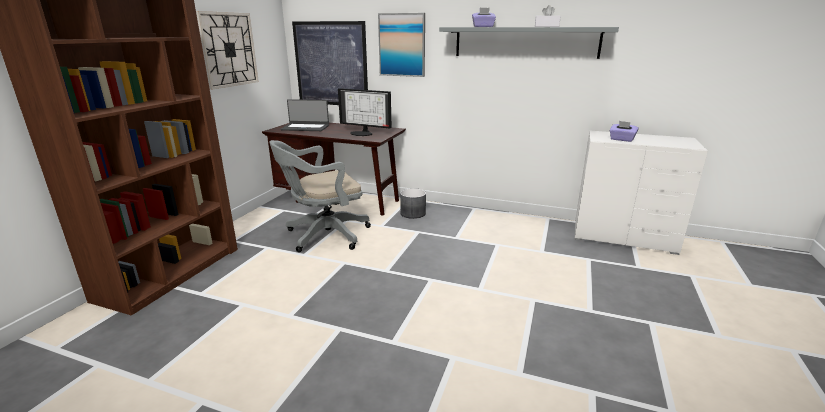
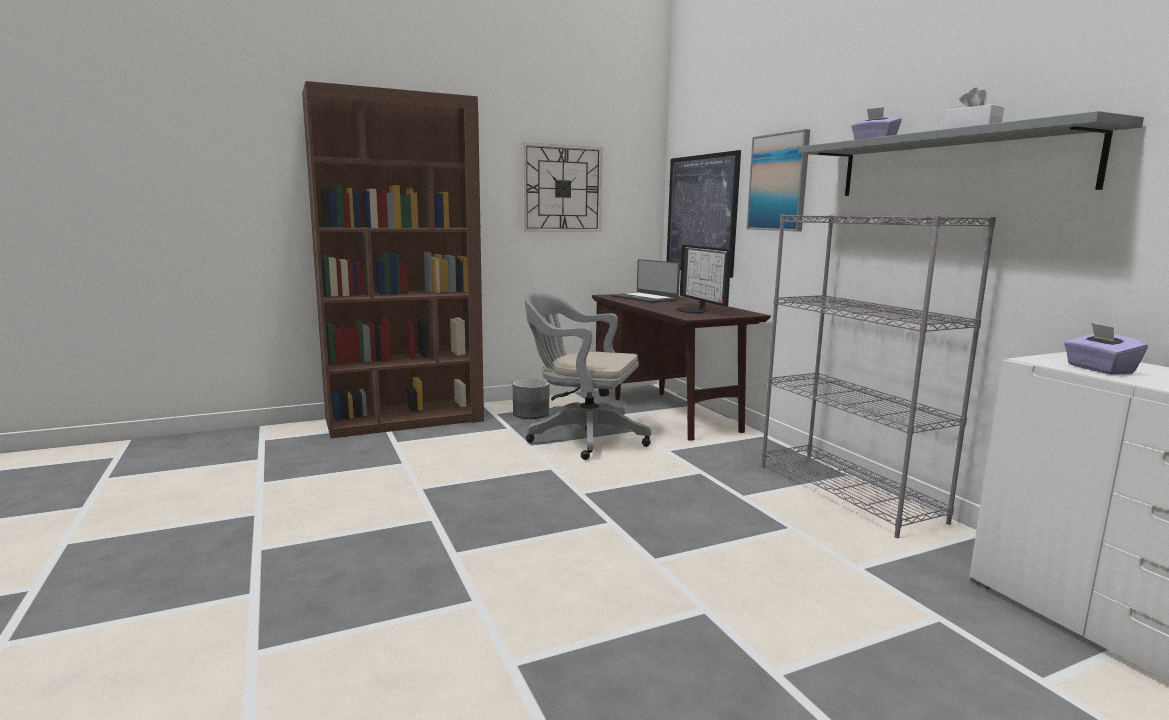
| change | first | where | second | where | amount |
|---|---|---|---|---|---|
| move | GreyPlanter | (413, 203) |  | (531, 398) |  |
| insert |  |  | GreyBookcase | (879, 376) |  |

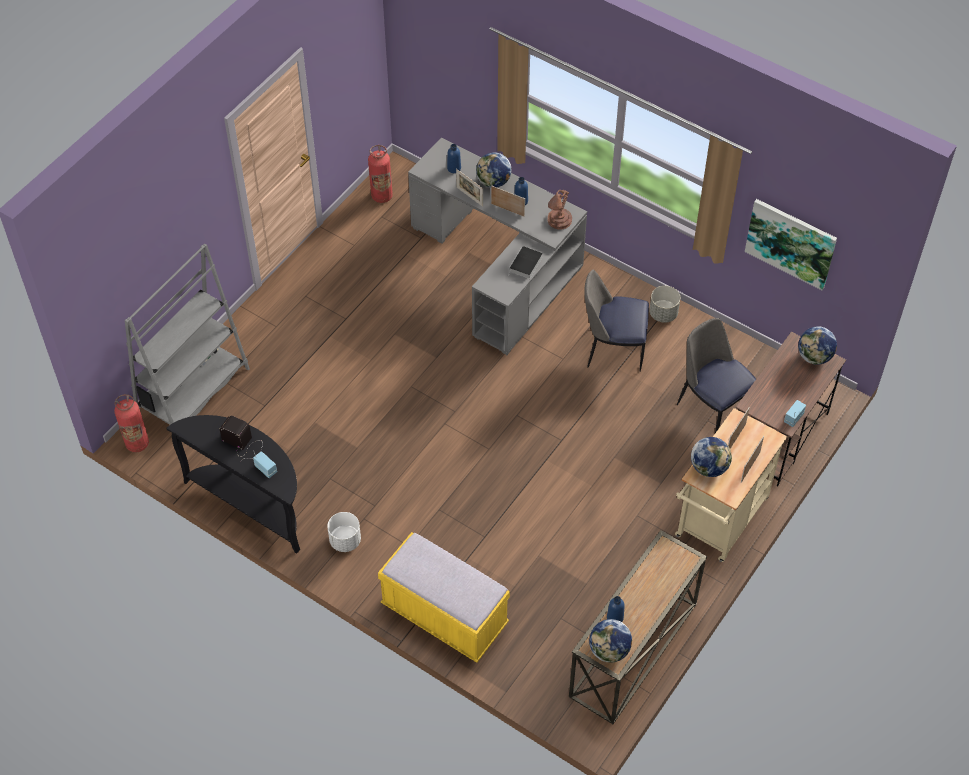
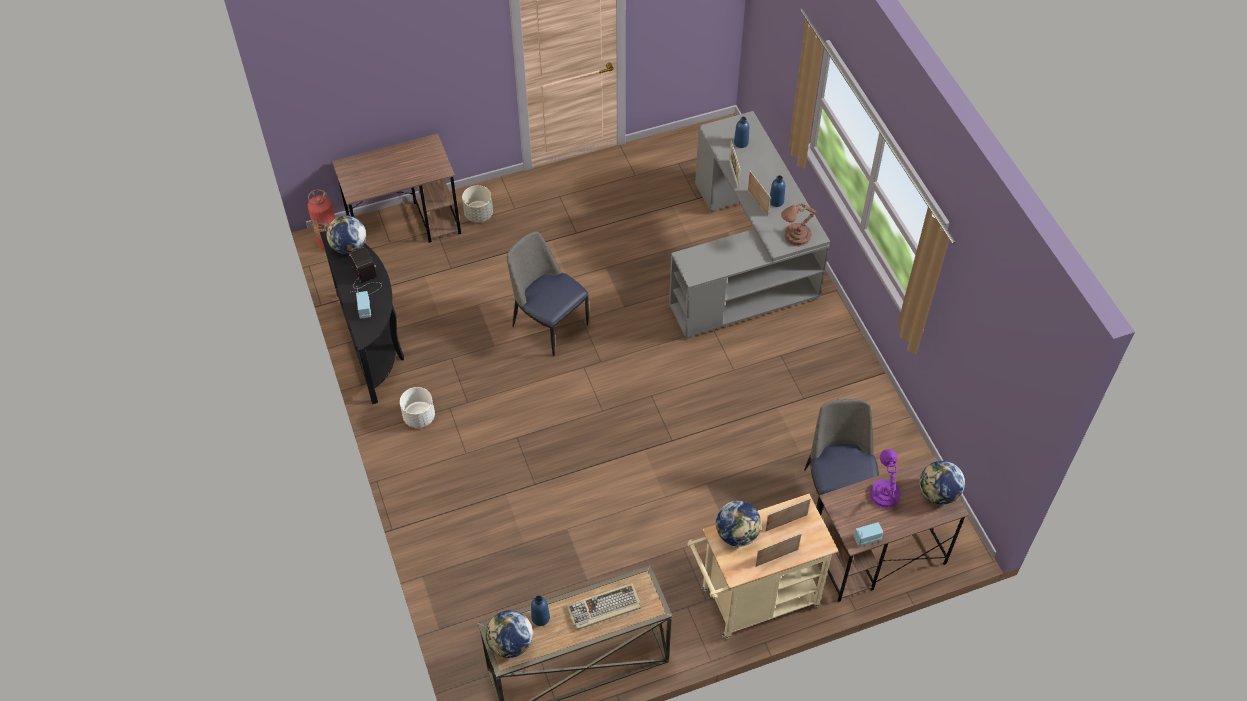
| change | first | where | second | where | amount |
|---|---|---|---|---|---|
| replace | GreyBookcase | (187, 334) | BrownDesk | (396, 188) |  |
| delete | FireExtinguisher | (380, 174) |  |  |  |
| delete | YellowBench | (444, 597) |  |  |  |
| move | Globe | (493, 170) |  | (346, 234) |  |
| delete | Book | (525, 262) |  |  |  |
| move | Chair | (616, 320) |  | (547, 294) |  |
| move | GreyPlanter | (664, 304) |  | (477, 204) |  |
| delete | Picture | (791, 244) |  |  |  |
| insert |  |  | Keyboard | (603, 606) |  |
| insert |  |  | PurpleTableLamp | (885, 478) |  |

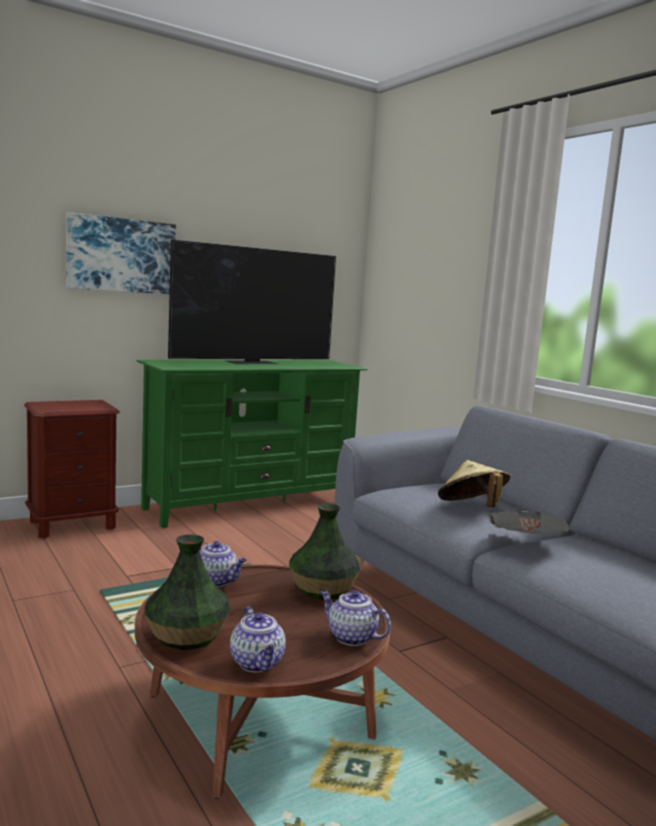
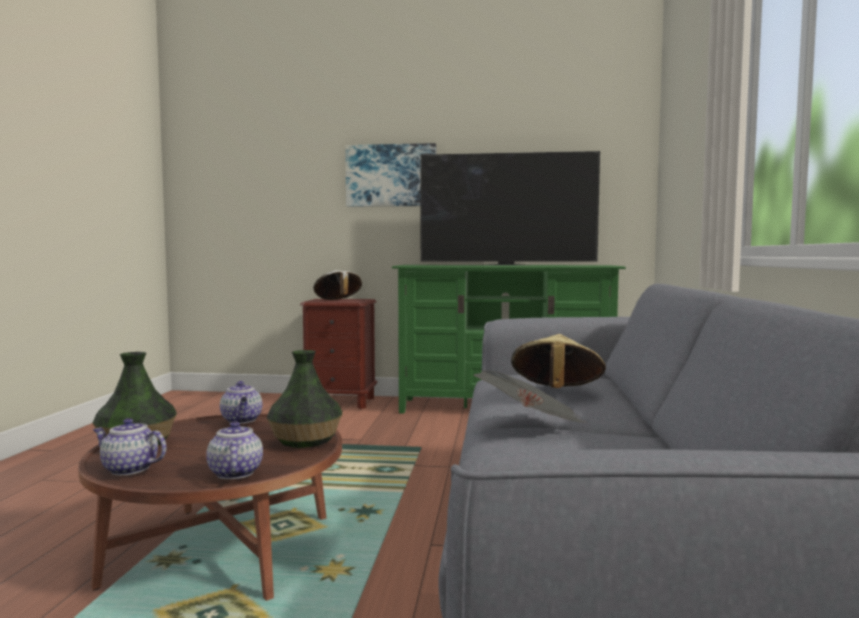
| change | first | where | second | where | amount |
|---|---|---|---|---|---|
| rotate | Teapot | (258, 640) |  | (129, 446) | 90 degrees clockwise |
| insert |  |  | WhiteHat | (338, 285) |  |

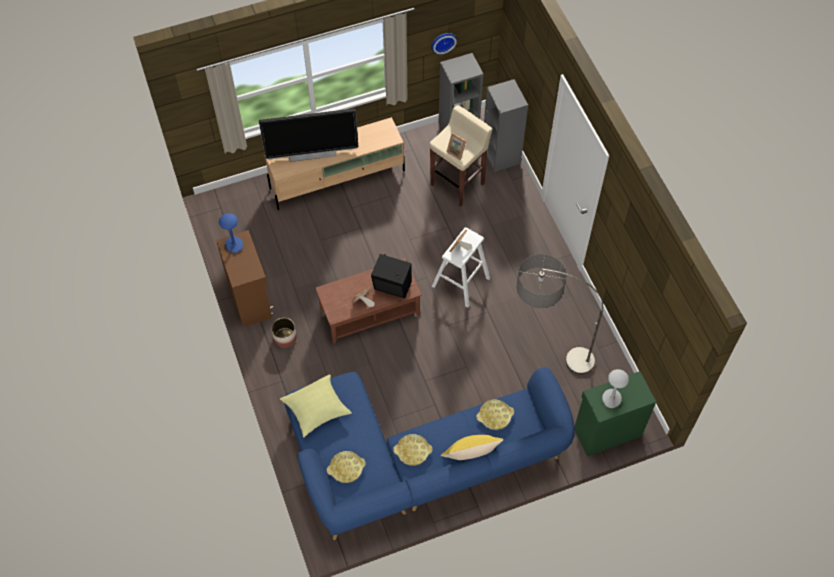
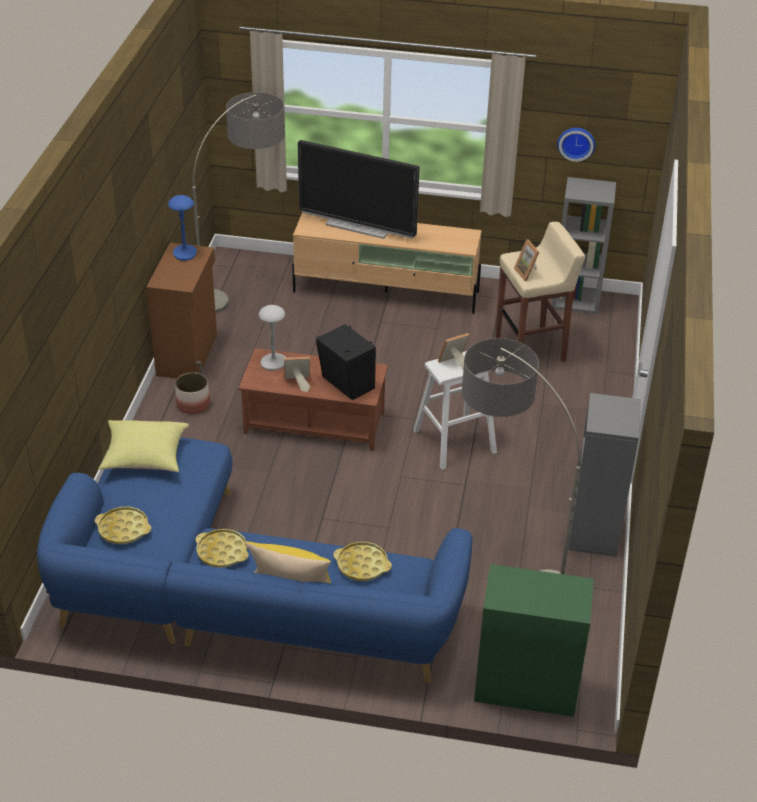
| change | first | where | second | where | amount |
|---|---|---|---|---|---|
| move | GreyBookcase | (506, 125) |  | (604, 475) |  |
| move | GreyTableLamp | (615, 388) |  | (272, 338) |  |
| insert |  |  | FloorLamp | (238, 202) |  |

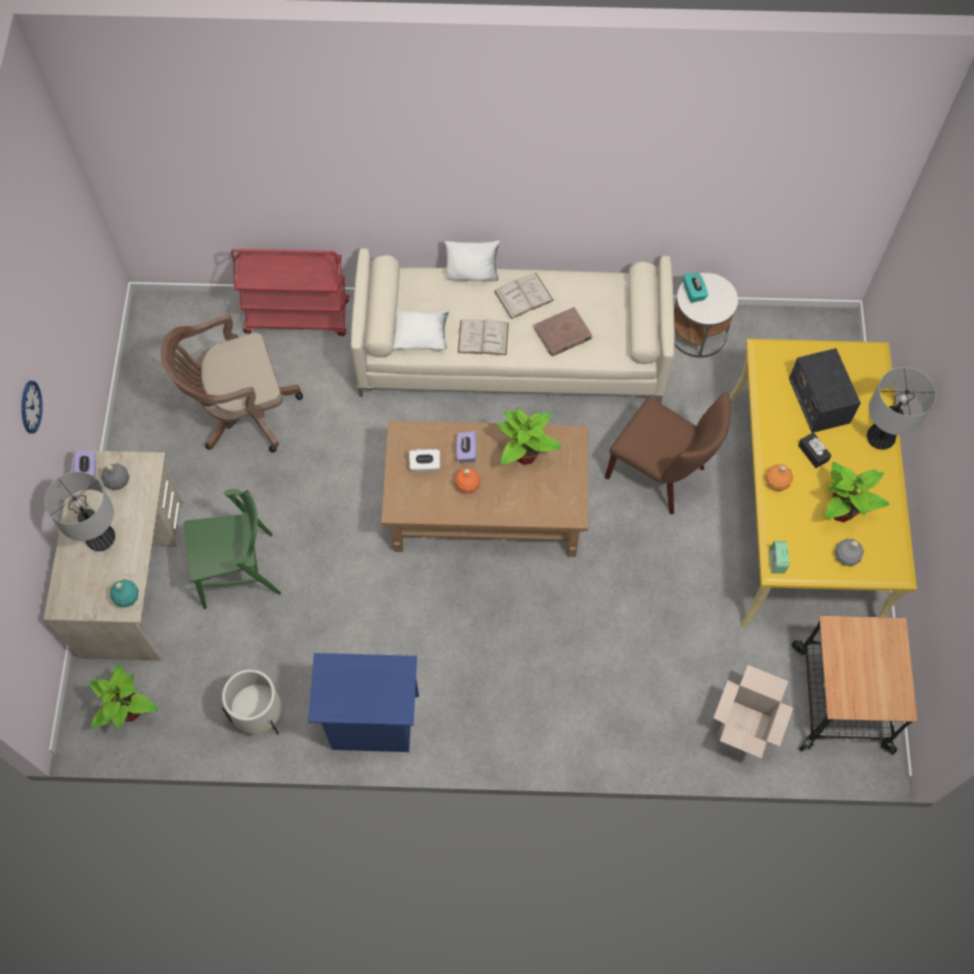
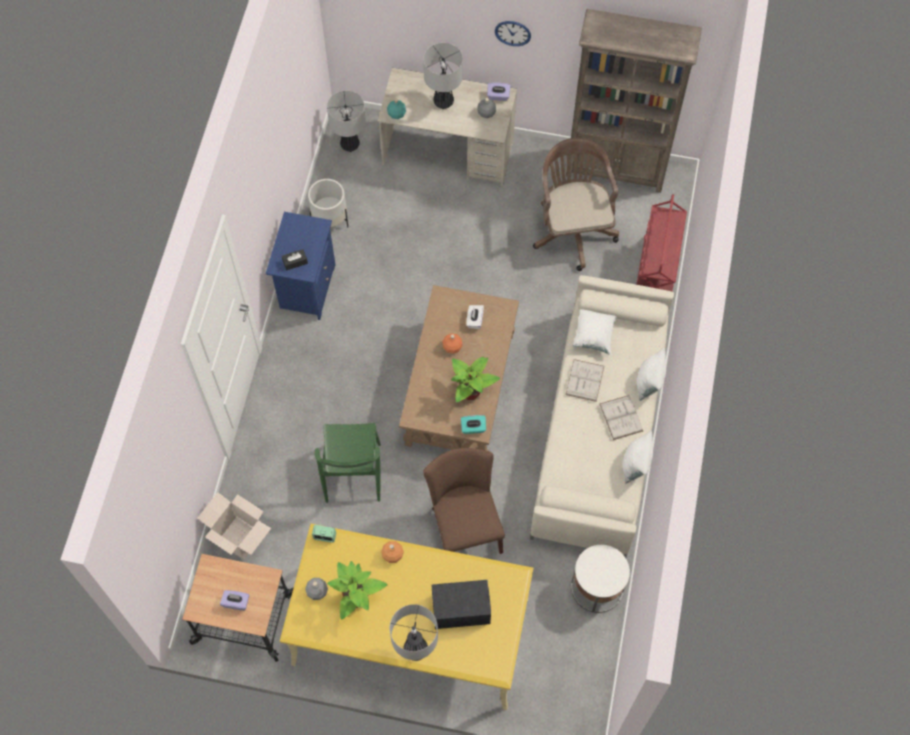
| change | first | where | second | where | amount |
|---|---|---|---|---|---|
| replace | PottedPlant | (123, 696) | TableLamp | (346, 121) |  |
| move | GreenChair | (232, 549) |  | (348, 463) |  |
| move | PurpleTissueBox | (466, 446) |  | (234, 600) |  |
| delete | BrownBook | (563, 331) |  |  |  |
| rotate | BrownChair | (668, 453) |  | (464, 501) | 120 degrees clockwise |
| move | TurquoiseTissueBox | (695, 288) |  | (473, 424) |  |
| move | BlackTissueBox | (814, 450) |  | (295, 259) |  |
| insert |  |  | BrownBookcase | (634, 101) |  |
| insert |  |  | WhitePillow | (638, 457) |  |

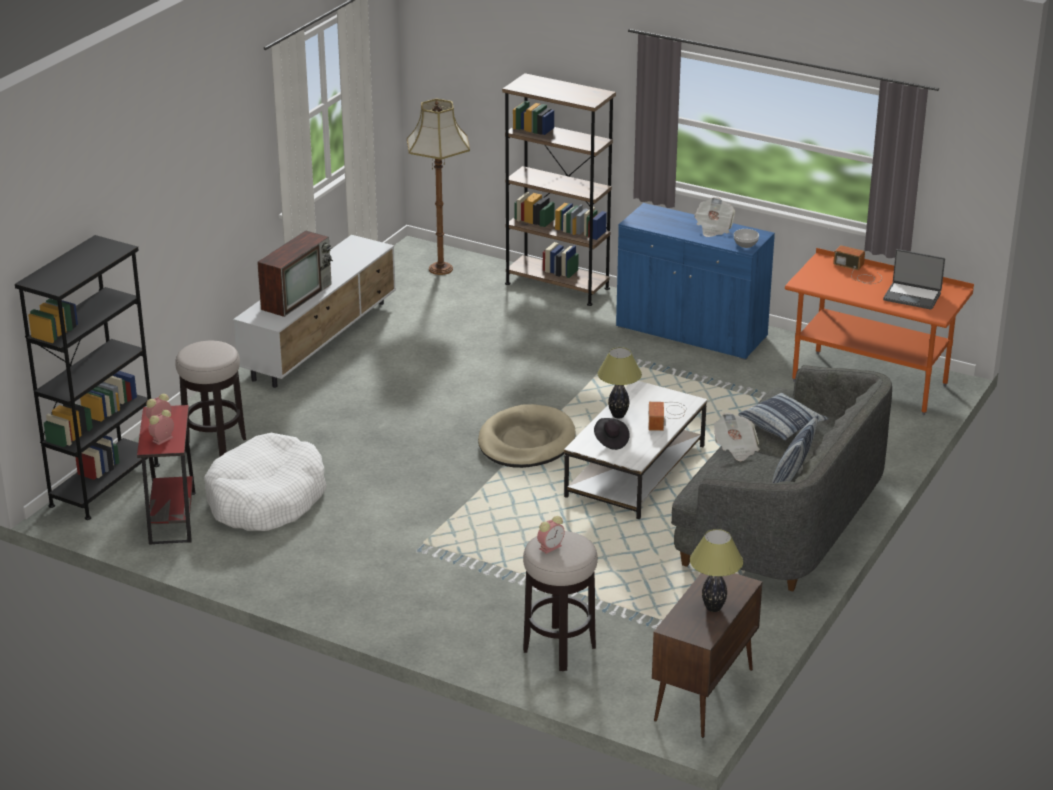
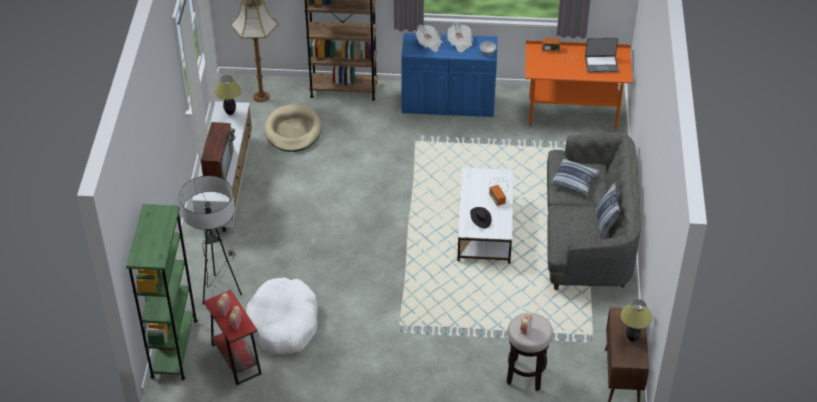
| change | first | where | second | where | amount |
|---|---|---|---|---|---|
| recolor | BlackBookcase | (87, 377) | GreenBookcase | (162, 292) |  |
| replace | Stool | (210, 399) | FloorLamp | (210, 240) |  |
| move | BeigeDogBed | (527, 436) |  | (292, 128) |  |
| move | TableLamp | (619, 383) |  | (227, 95) |  |
| move | Newspaper | (737, 437) |  | (429, 38) |  |

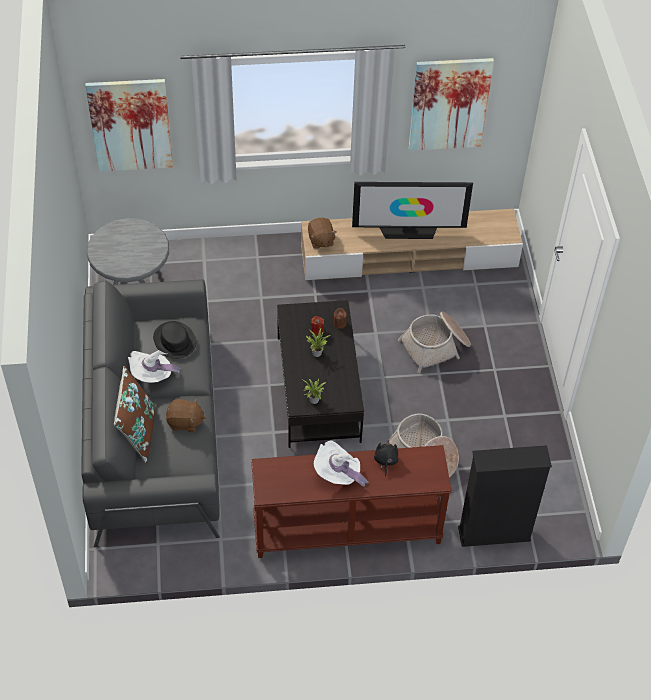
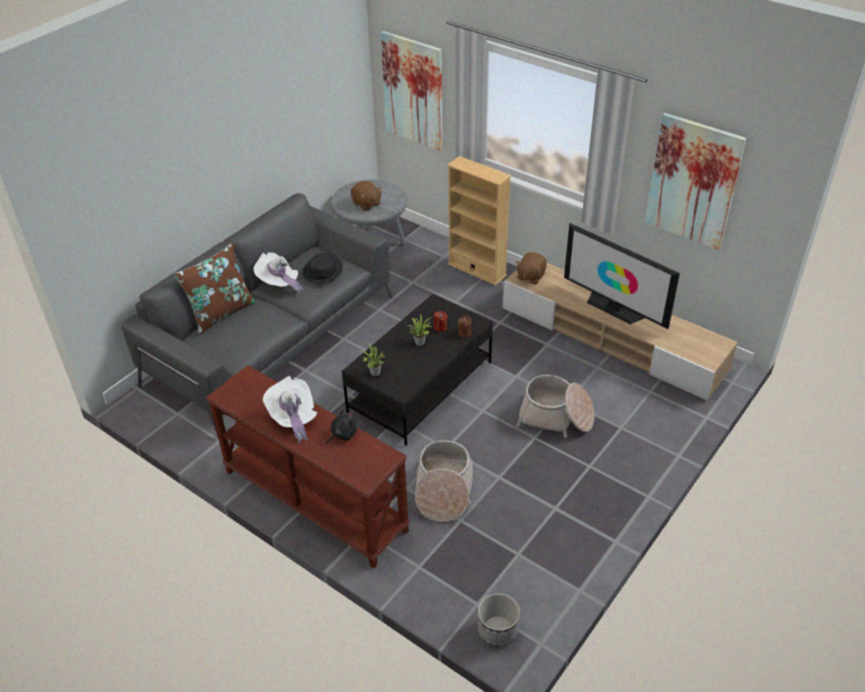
| change | first | where | second | where | amount |
|---|---|---|---|---|---|
| move | BrownPlushToy | (186, 415) |  | (366, 196) |  |
| delete | BlackBookcase | (505, 496) |  |  |  |
| insert |  |  | BeigeBookcase | (479, 220) |  |
| insert |  |  | Planter | (499, 620) |  |

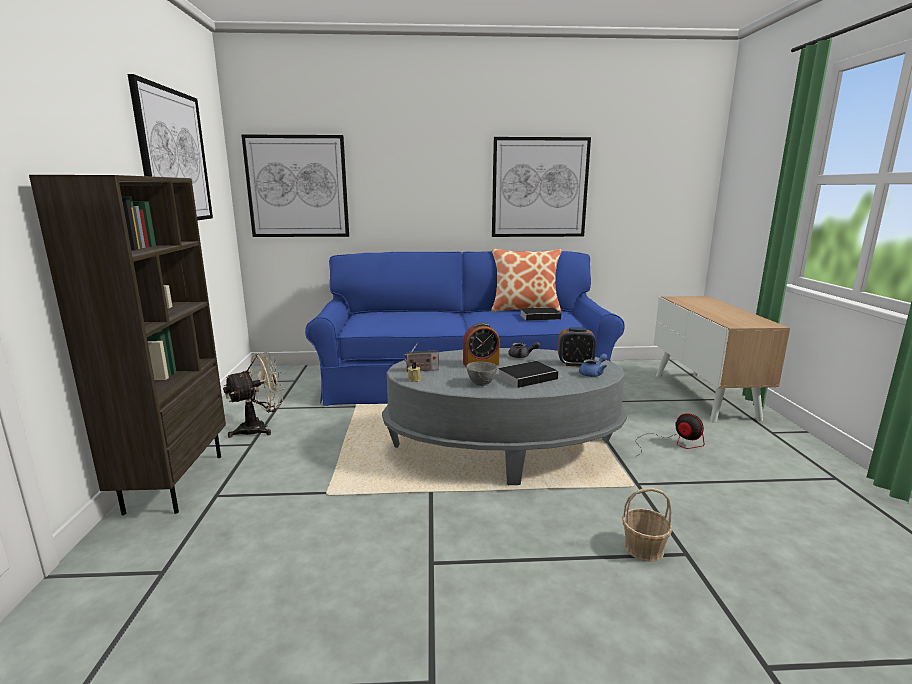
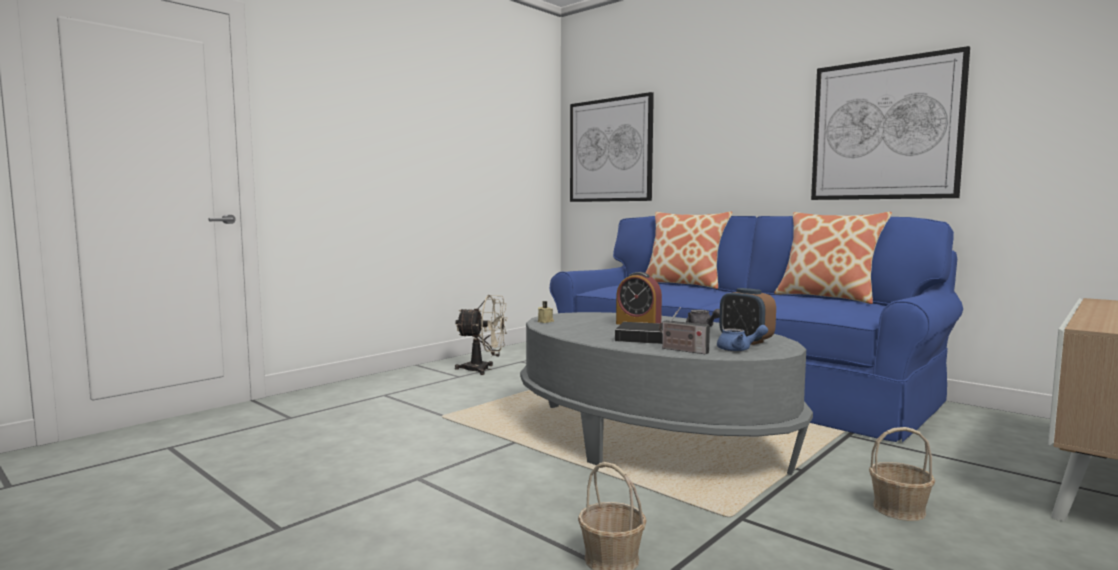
| change | first | where | second | where | amount |
|---|---|---|---|---|---|
| delete | BrownBookcase | (127, 345) |  |  |  |
| delete | Picture | (170, 147) |  |  |  |
| move | Radio | (421, 357) |  | (684, 331) |  |
| delete | GreyBowl | (481, 374) |  |  |  |
| delete | Book | (543, 314) |  |  |  |
| replace | Fan | (670, 435) | Basket | (902, 474) |  |
| insert |  |  | Pillow | (689, 250) |  |

